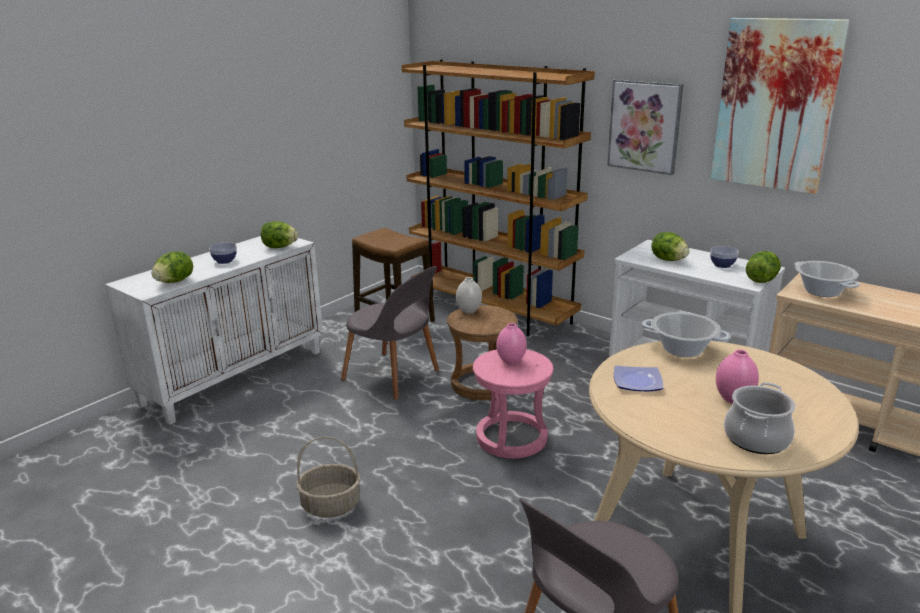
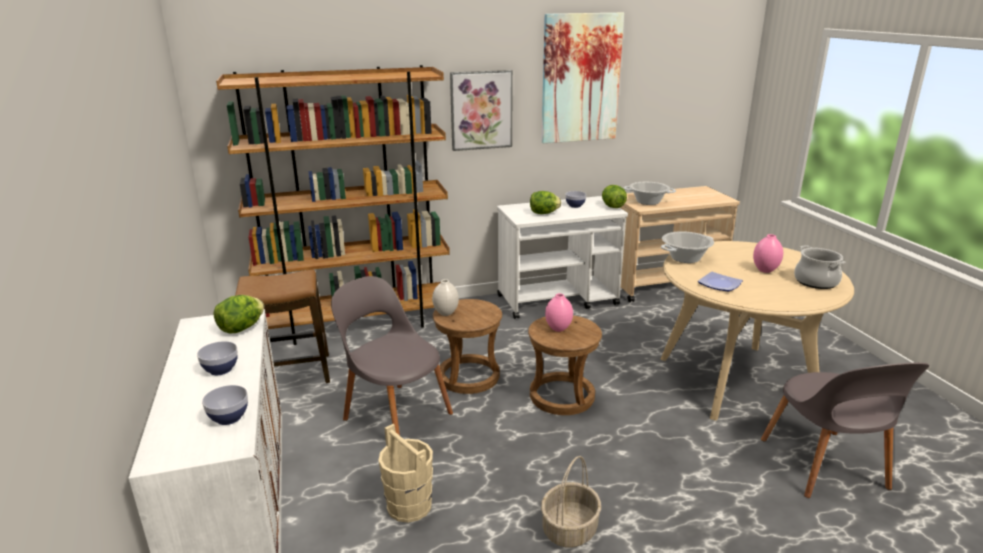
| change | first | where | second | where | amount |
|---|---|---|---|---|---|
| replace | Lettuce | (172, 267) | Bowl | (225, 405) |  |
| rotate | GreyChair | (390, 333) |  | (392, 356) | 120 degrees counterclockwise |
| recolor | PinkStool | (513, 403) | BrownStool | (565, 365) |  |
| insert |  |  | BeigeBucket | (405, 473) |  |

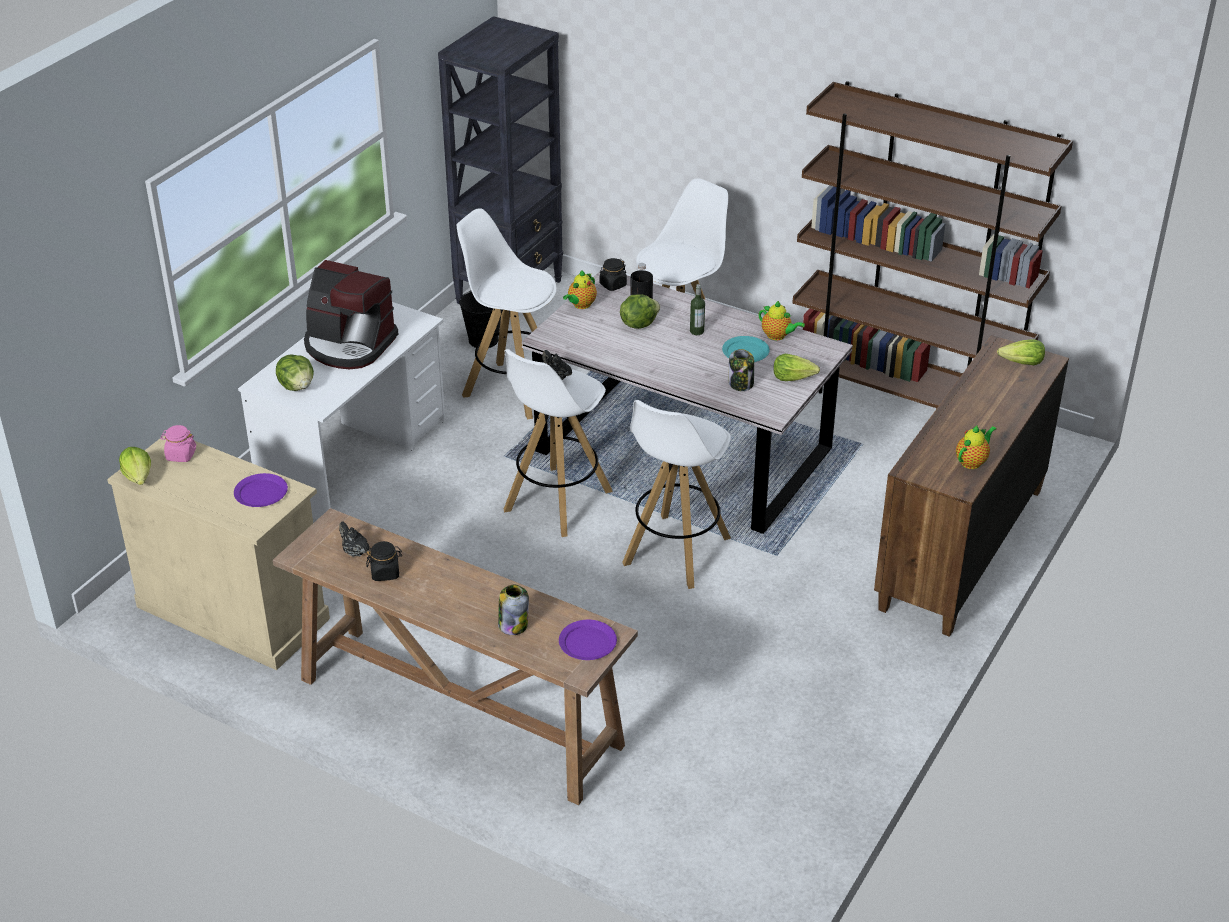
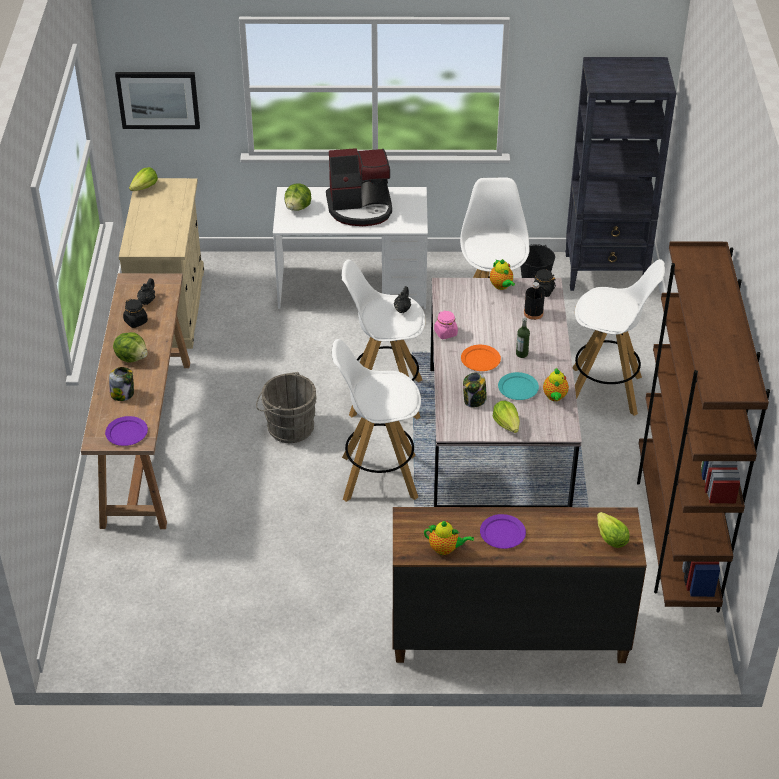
| change | first | where | second | where | amount |
|---|---|---|---|---|---|
| move | PinkJar | (178, 443) |  | (446, 325) |  |
| move | PurplePlate | (261, 490) |  | (503, 531) |  |
| rotate | CoffeeMachine | (351, 314) |  | (359, 187) | 90 degrees counterclockwise |
| rotate | Teapot | (580, 289) |  | (502, 274) | 120 degrees counterclockwise |
| move | Lettuce | (640, 311) |  | (130, 347) |  |
| insert |  |  | Picture | (157, 100) |  |
| insert |  |  | GreyBucket | (286, 407) |  |
| insert |  |  | OrangePlate | (481, 358) |  |

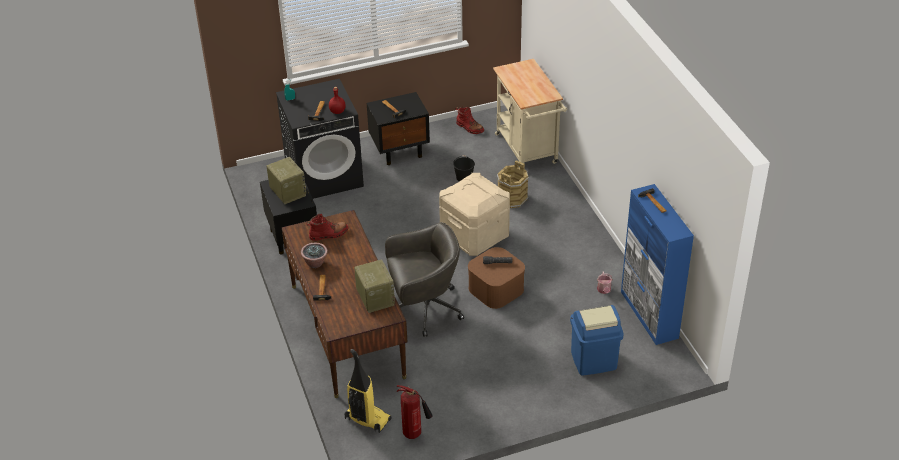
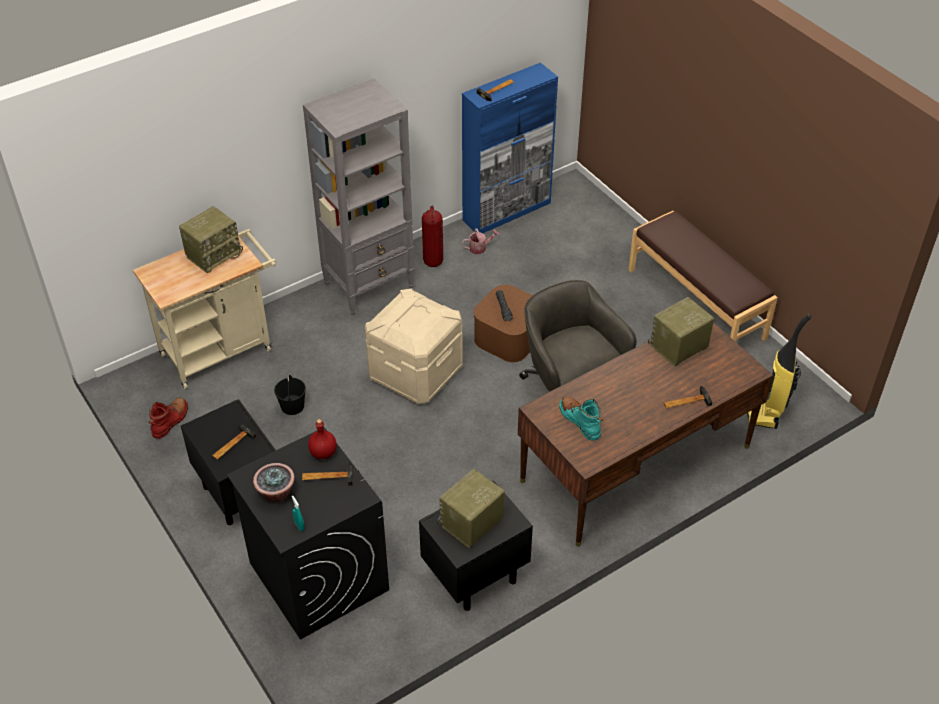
| change | first | where | second | where | amount |
|---|---|---|---|---|---|
| move | PottedPlant | (314, 255) |  | (274, 483) |  |
| recolor | RedBoot | (327, 227) | TurquoiseBoot | (581, 419) |  |
| move | FireExtinguisher | (415, 412) |  | (432, 236) |  |
| delete | BrownBucket | (513, 184) |  |  |  |
| delete | BlueTrashCan | (597, 340) |  |  |  |
| insert |  |  | Radio | (211, 239) |  |
| insert |  |  | GreyBookcase | (359, 197) |  |
| insert |  |  | BrownBench | (703, 276) |  |

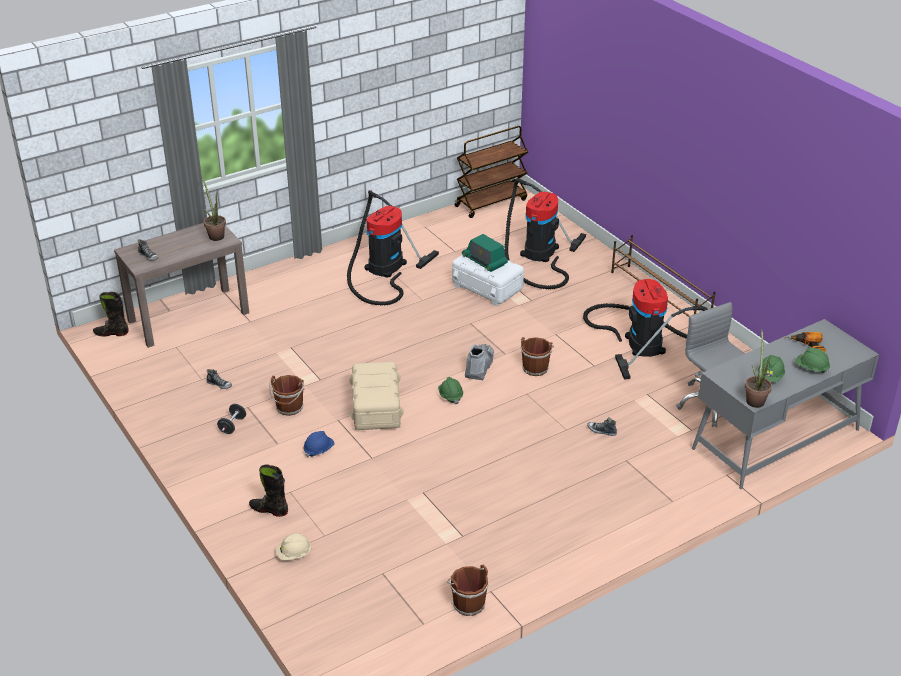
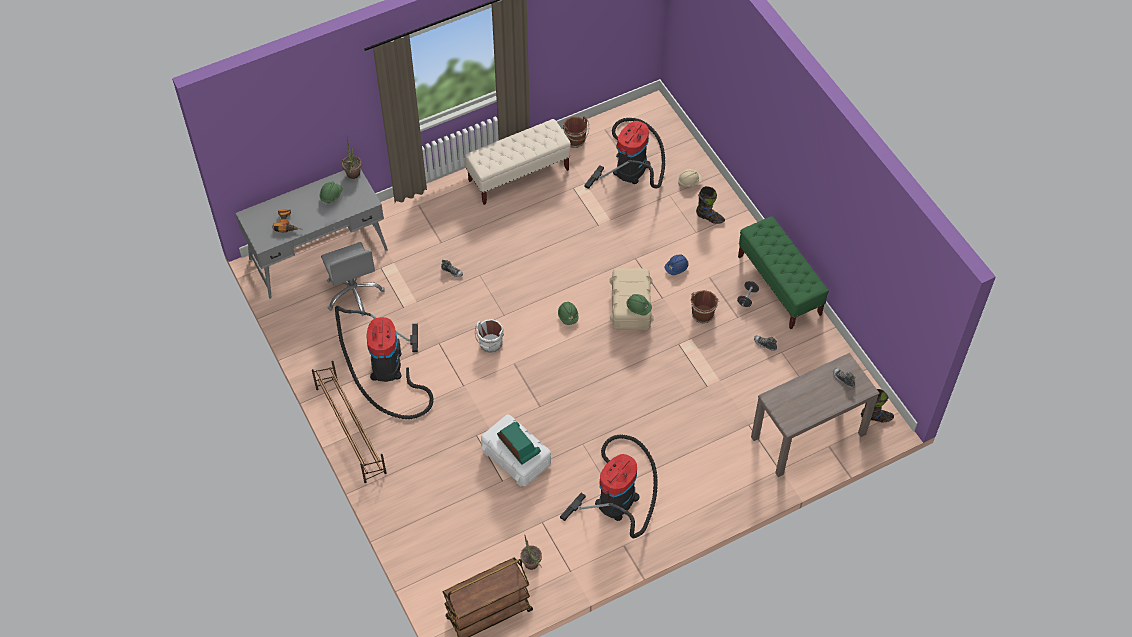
| change | first | where | second | where | amount |
|---|---|---|---|---|---|
| move | PottedPlant | (213, 208) |  | (531, 552) |  |
| delete | GreyBoot | (479, 362) |  |  |  |
| move | VacuumCleaner | (545, 233) |  | (624, 153) |  |
| recolor | BrownBucket | (537, 356) | WhiteBucket | (489, 336) |  |
| move | GreenHardHat | (813, 360) |  | (639, 305) |  |
| insert |  |  | BeigeBench | (518, 162) |  |
| insert |  |  | GreenBench | (783, 273) |  |

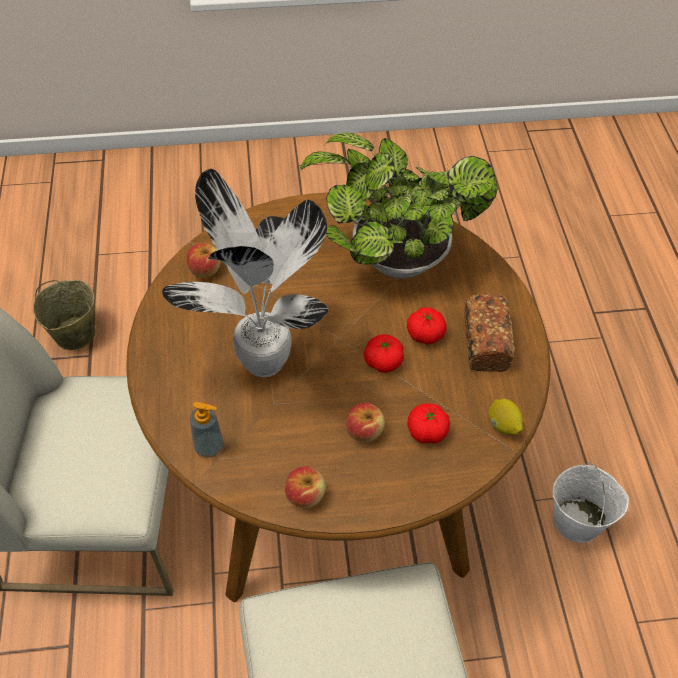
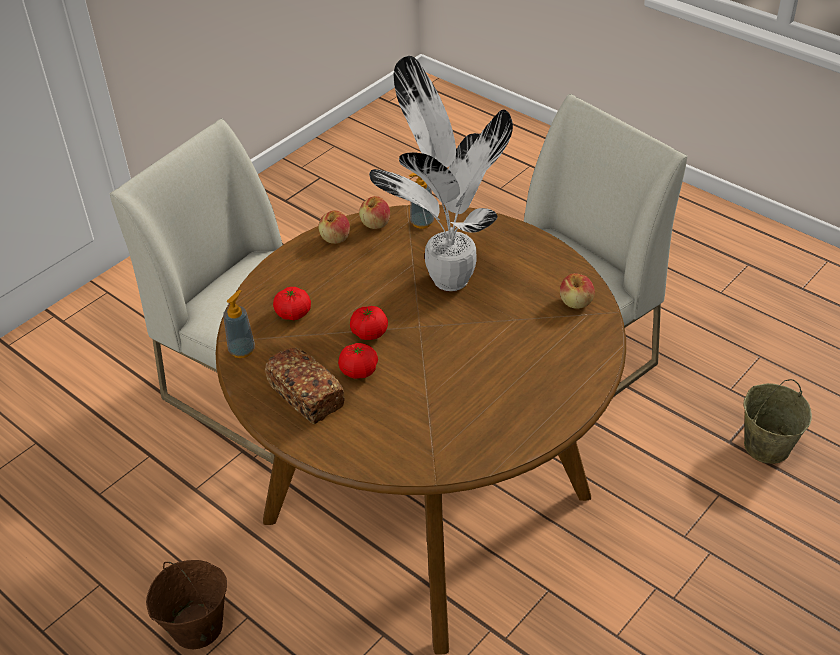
| change | first | where | second | where | amount |
|---|---|---|---|---|---|
| delete | PottedPlant | (399, 206) |  |  |  |
| move | Apple | (365, 422) |  | (374, 212) |  |
| replace | Lemon | (505, 417) | SoapDispenser | (239, 324) |  |
| recolor | WhiteBucket | (590, 503) | BrownBucket | (186, 604) |  |

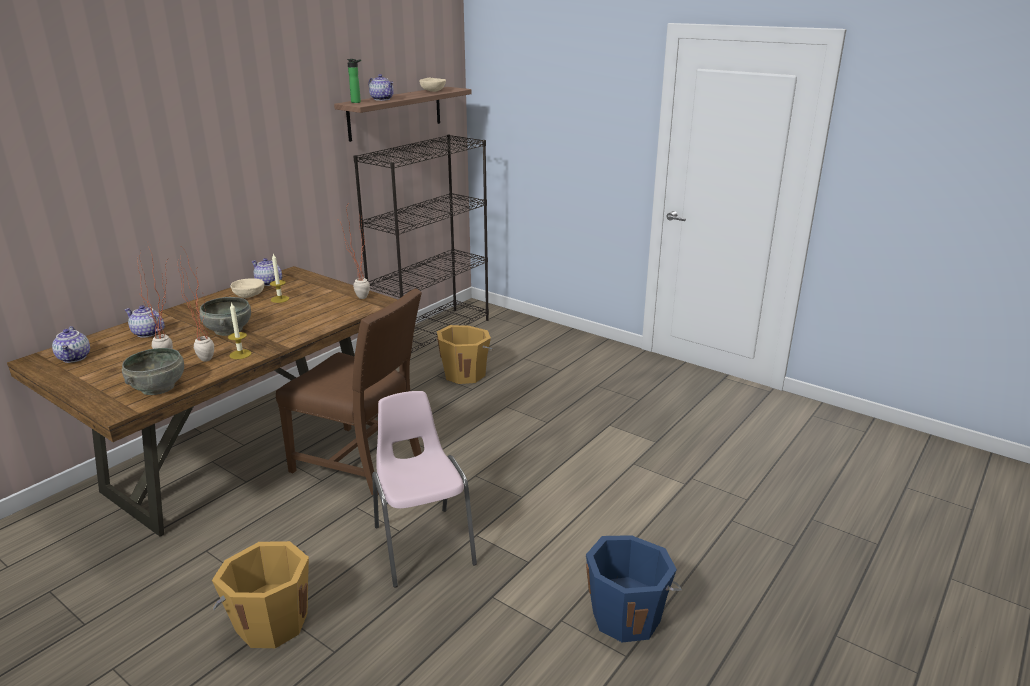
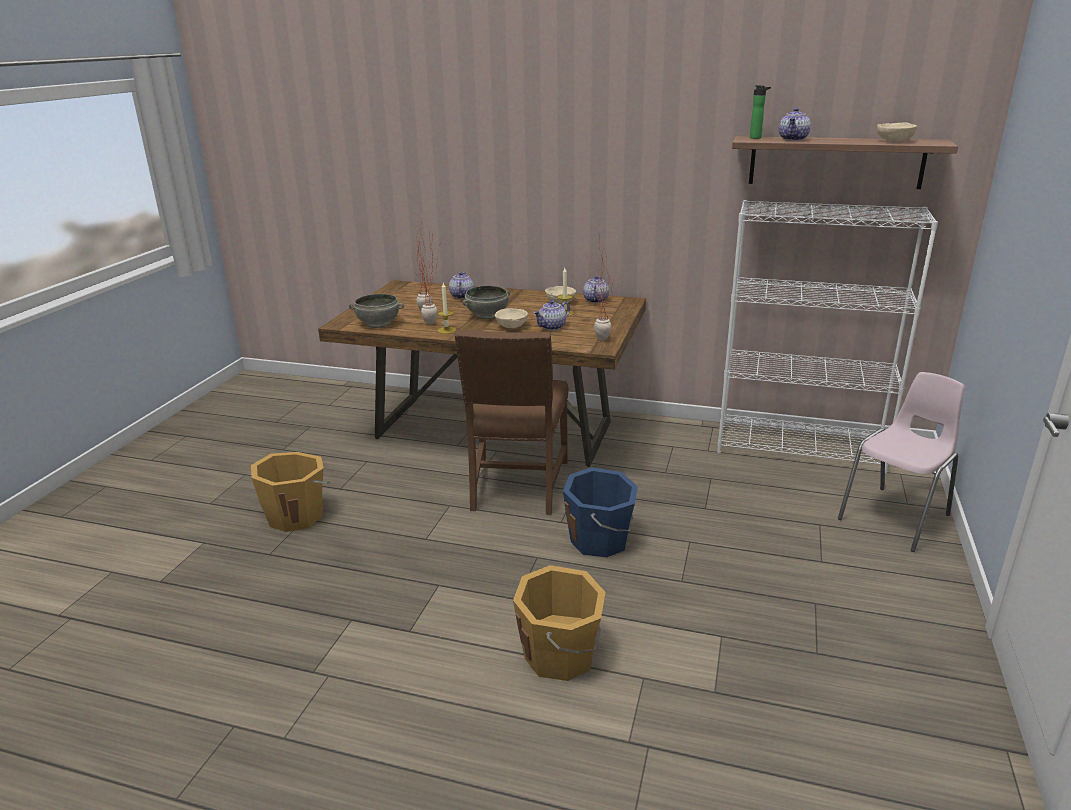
| change | first | where | second | where | amount |
|---|---|---|---|---|---|
| move | Teapot | (71, 344) |  | (551, 315) |  |
| recolor | BlackBookcase | (421, 244) | WhiteBookcase | (827, 337) |  |
| move | PinkChair | (424, 489) |  | (901, 462) |  |
| move | OrangeBucket | (465, 354) |  | (559, 623) |  |
| move | BlueBucket | (633, 588) |  | (600, 512) |  |
| insert |  |  | BeigeBowl | (511, 318) |  |

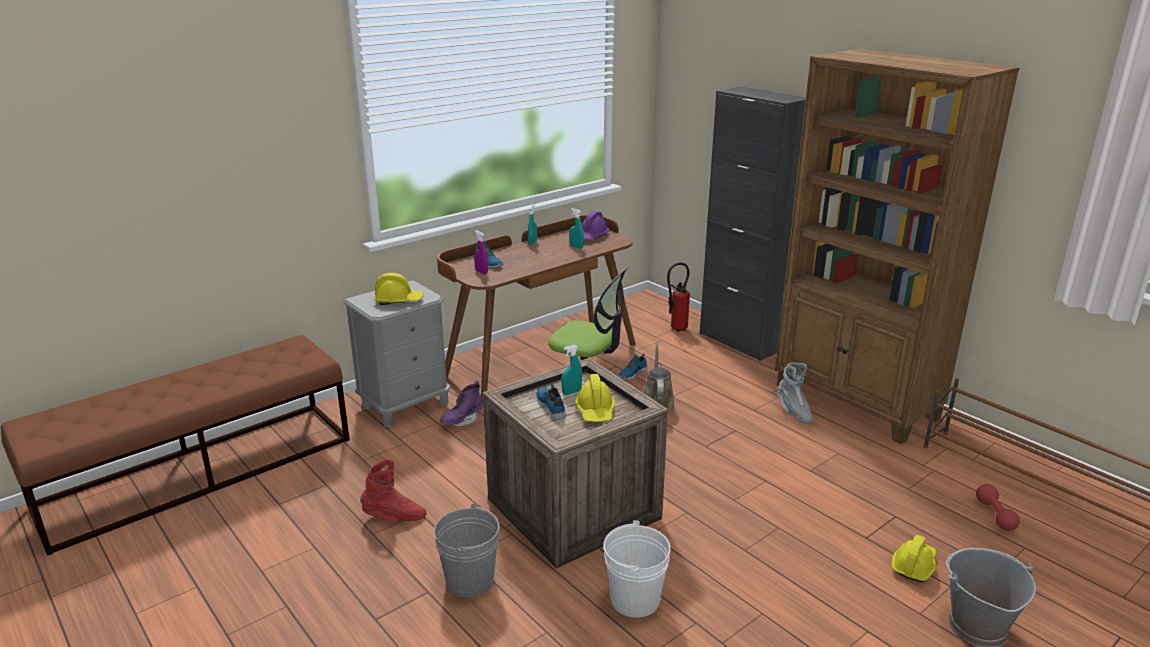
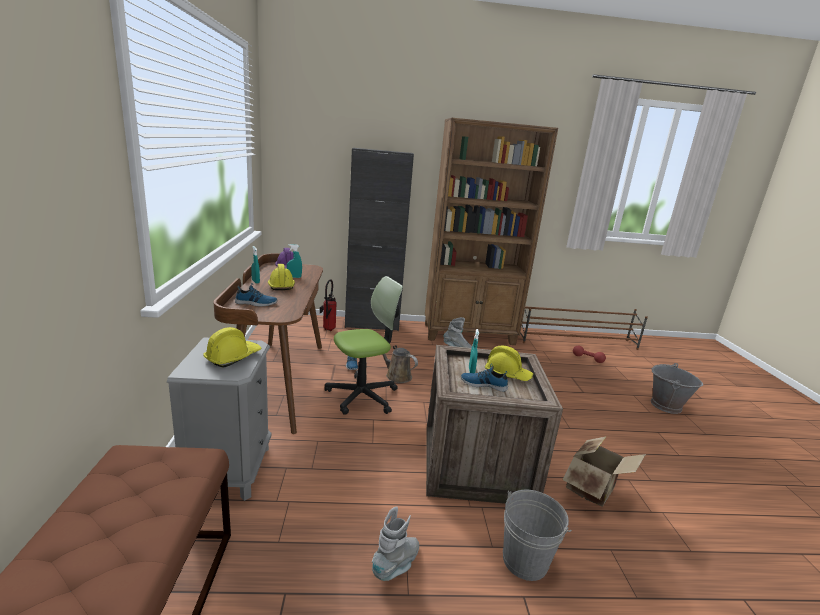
| change | first | where | second | where | amount |
|---|---|---|---|---|---|
| recolor | RedBoot | (393, 490) | GreyBoot | (395, 544) |  |
| delete | PurpleBoot | (461, 404) |  |  |  |
| delete | PurpleSprayBottle | (481, 252) |  |  |  |
| replace | WhiteBucket | (637, 569) | CardboardBox | (604, 471) |  |
| move | YellowHardHat | (914, 558) |  | (281, 277) |  |

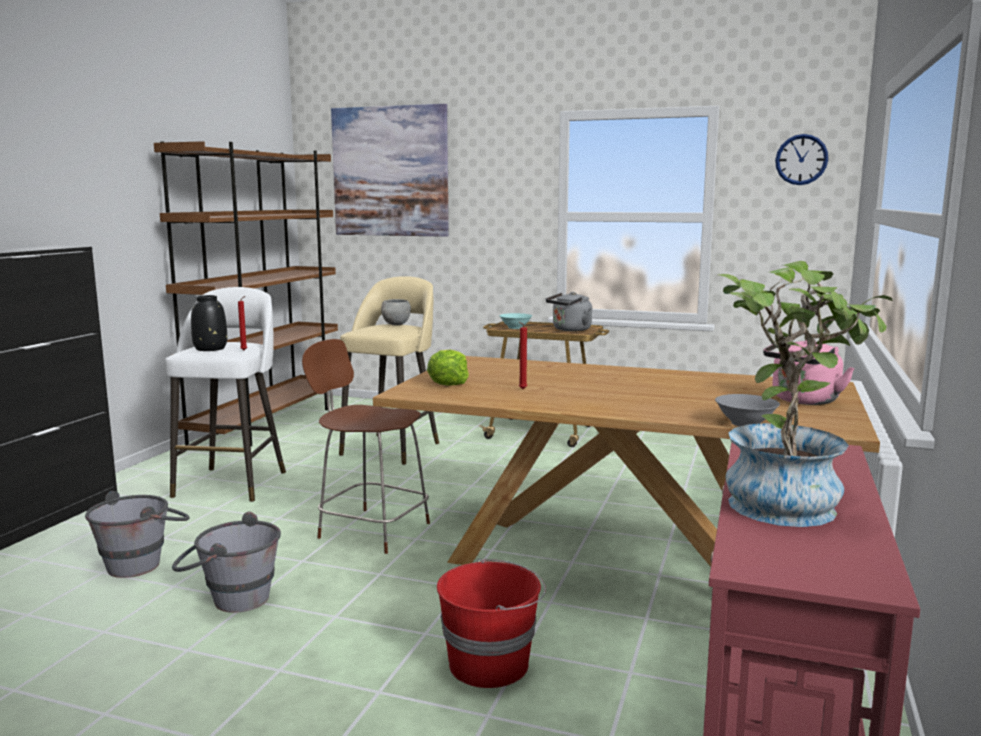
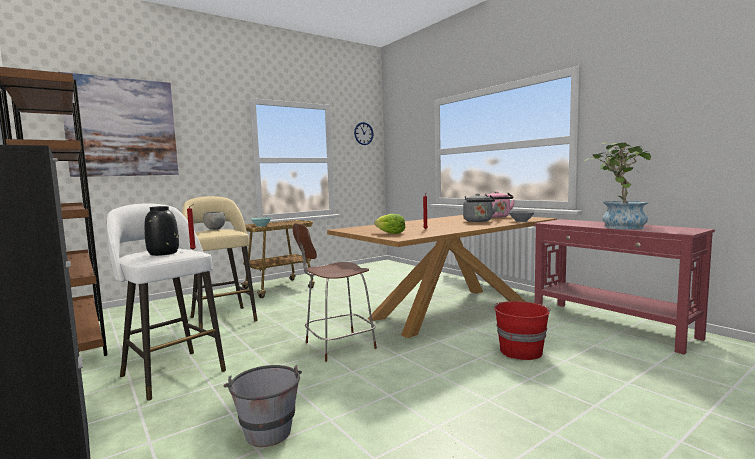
| change | first | where | second | where | amount |
|---|---|---|---|---|---|
| delete | GreyBucket | (226, 562) |  |  |  |
| move | GreyKettle | (569, 311) |  | (480, 207) |  |

